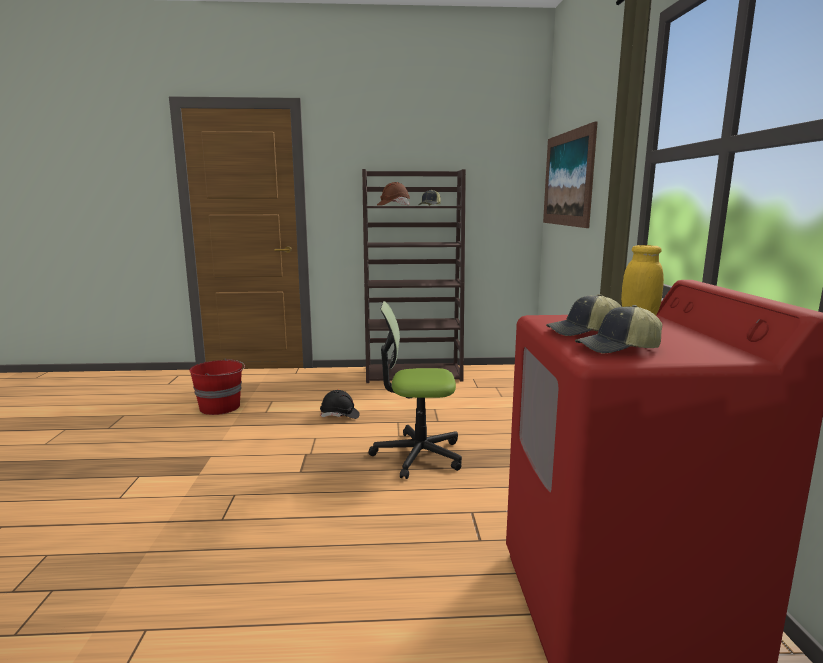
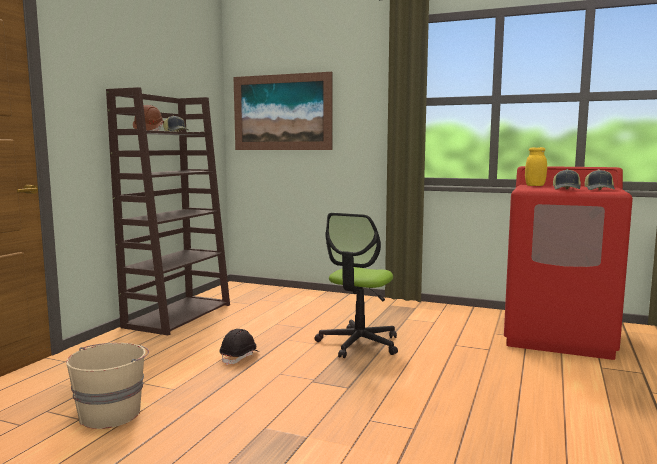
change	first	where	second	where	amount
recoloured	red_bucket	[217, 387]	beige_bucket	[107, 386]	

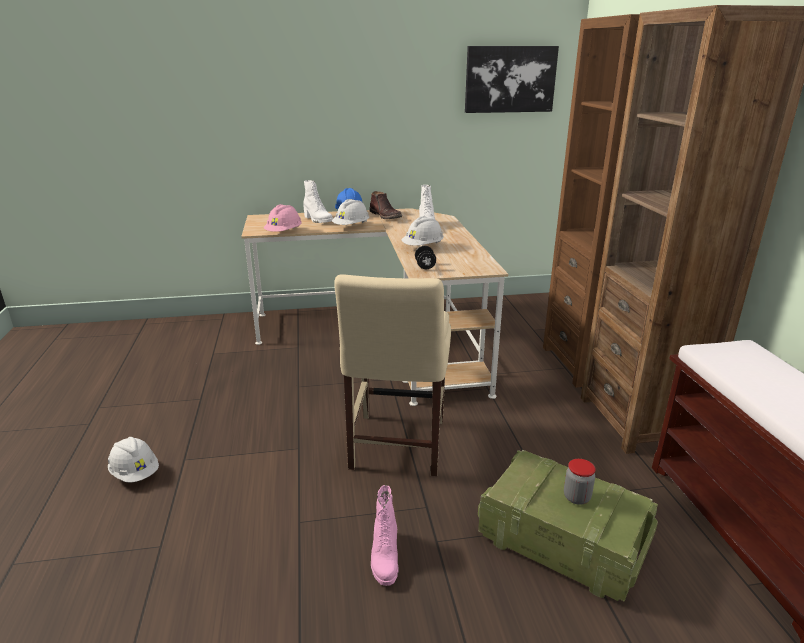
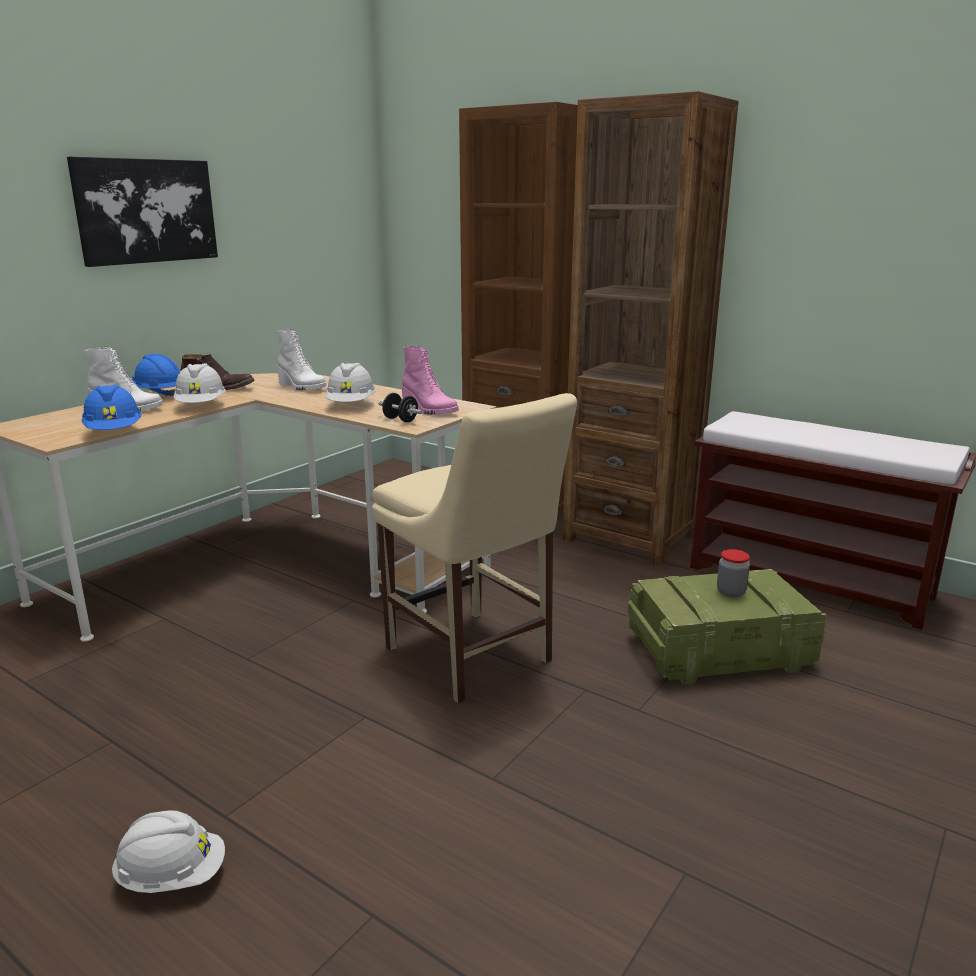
change	first	where	second	where	amount
recoloured	pink_hard_hat	[283, 218]	blue_hard_hat	[112, 407]	
moved	pink_boot	[385, 535]		[430, 380]	
moved	picture	[512, 79]		[142, 211]	

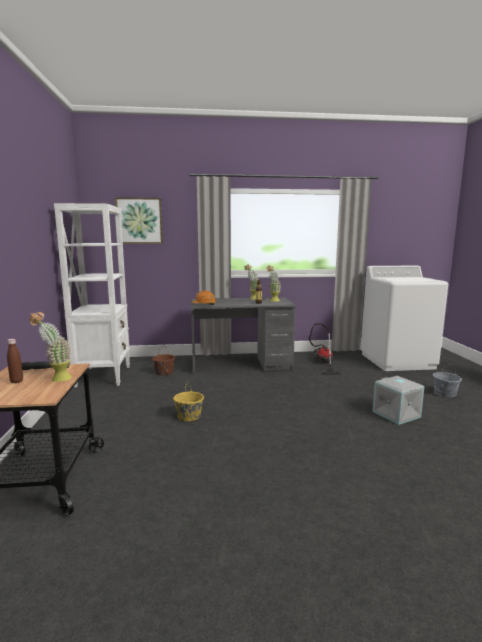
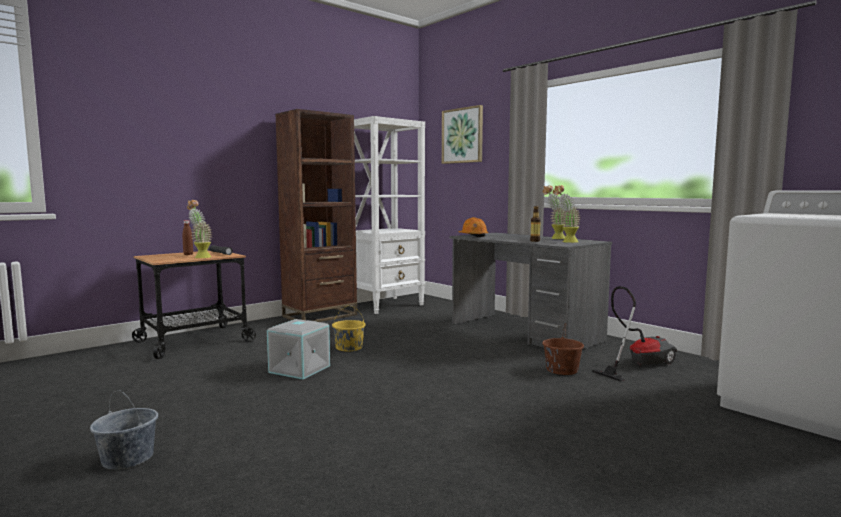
change	first	where	second	where	amount
moved	brown_bucket	[163, 360]		[563, 349]	
moved	grey_storage_box	[398, 400]		[298, 349]	
moved	grey_bucket	[447, 381]		[124, 430]	
added			brown_bookcase	[316, 215]	

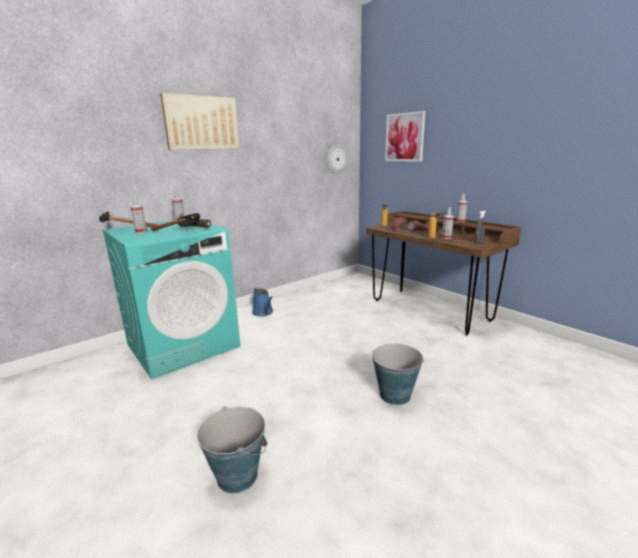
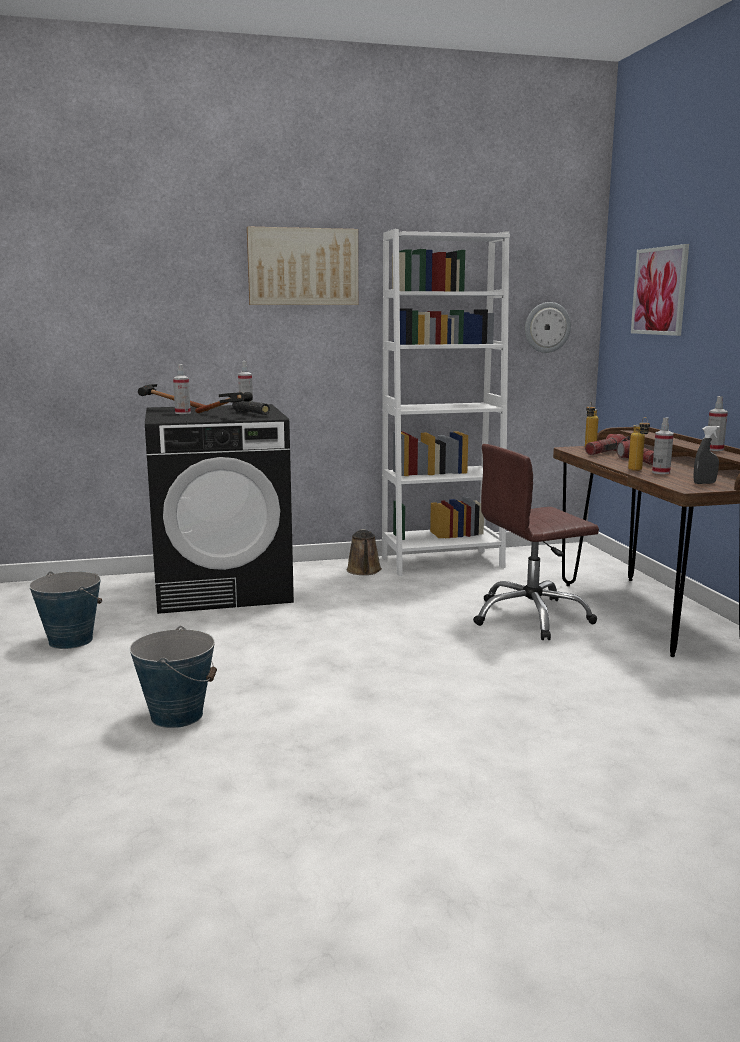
change	first	where	second	where	amount
recoloured	turquoise_washing_machine	[171, 299]	black_washing_machine	[219, 509]	
recoloured	blue_watering_can	[262, 302]	brown_watering_can	[364, 552]	
moved	bucket	[398, 374]		[65, 610]	
added			white_bookcase	[446, 402]	
added			brown_office_chair	[536, 542]	

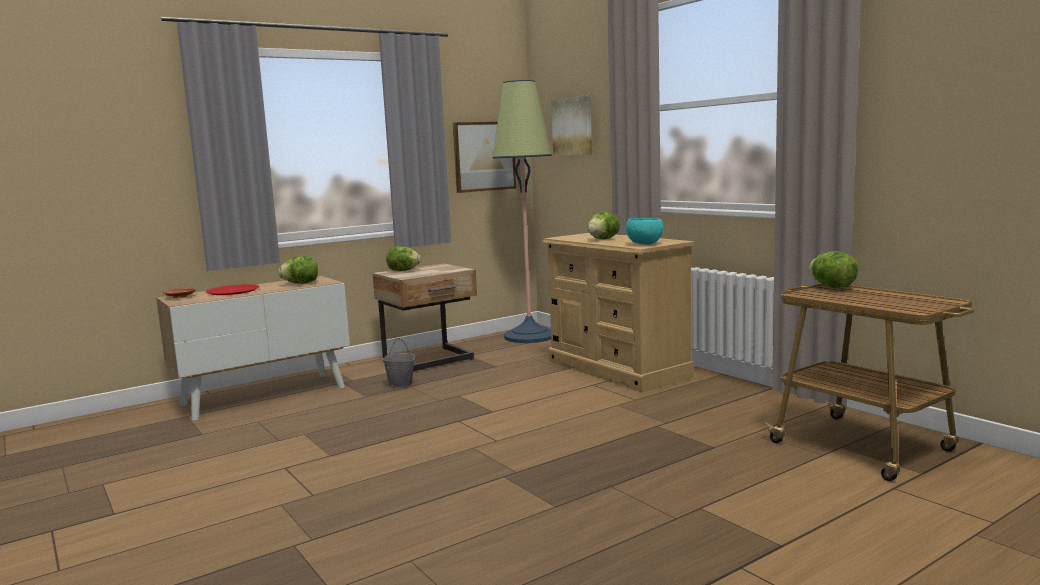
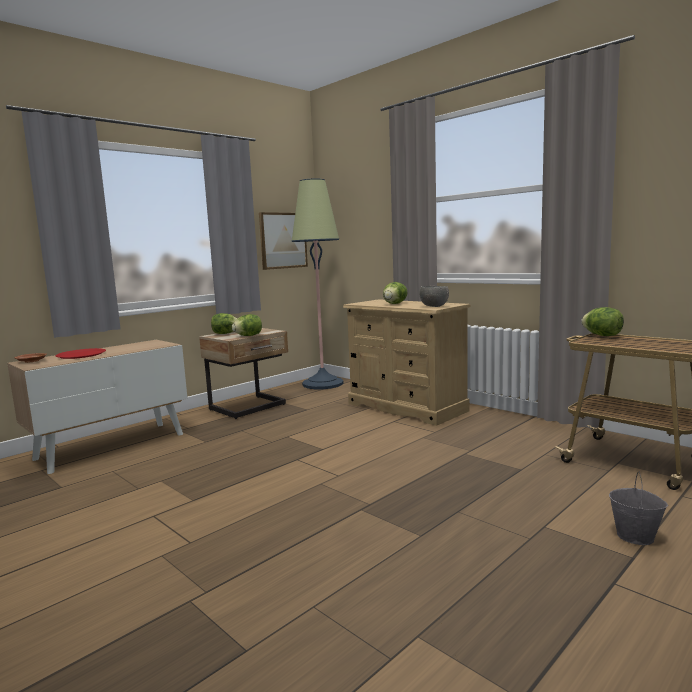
change	first	where	second	where	amount
moved	lettuce	[298, 270]		[247, 325]	
moved	grey_bucket	[398, 363]		[639, 508]	
removed	picture	[571, 125]			
recoloured	turquoise_bowl	[644, 231]	grey_bowl	[434, 296]	

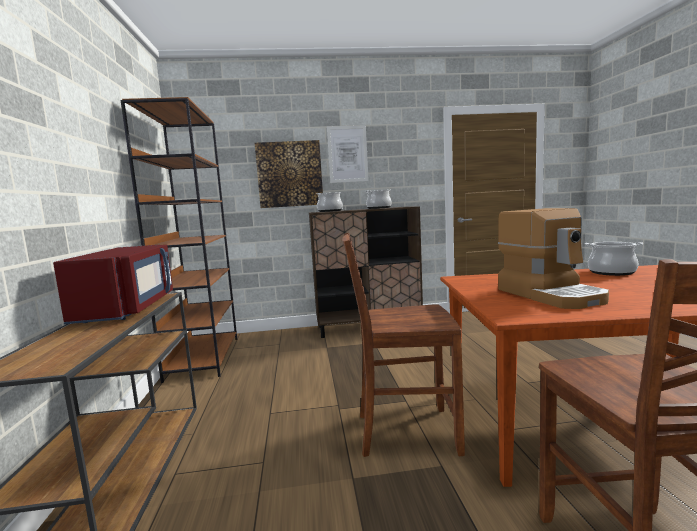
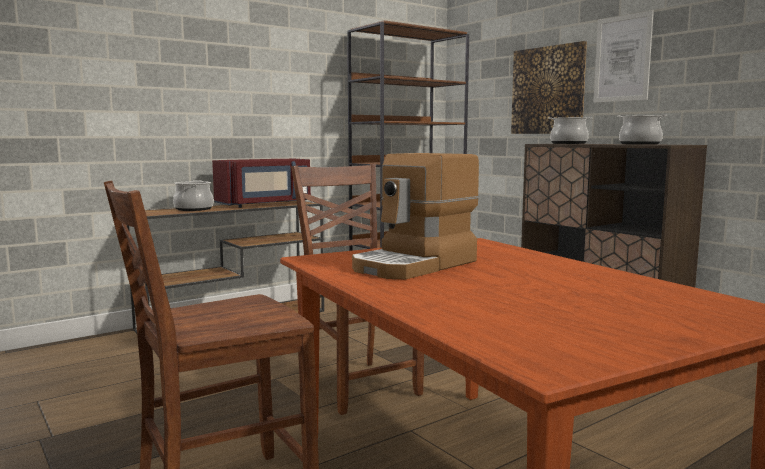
change	first	where	second	where	amount
moved	cooking_pot	[614, 259]		[193, 195]	

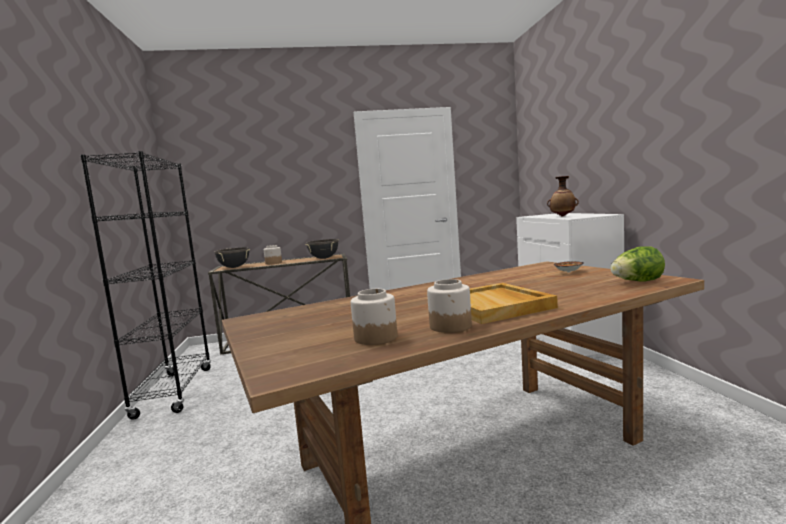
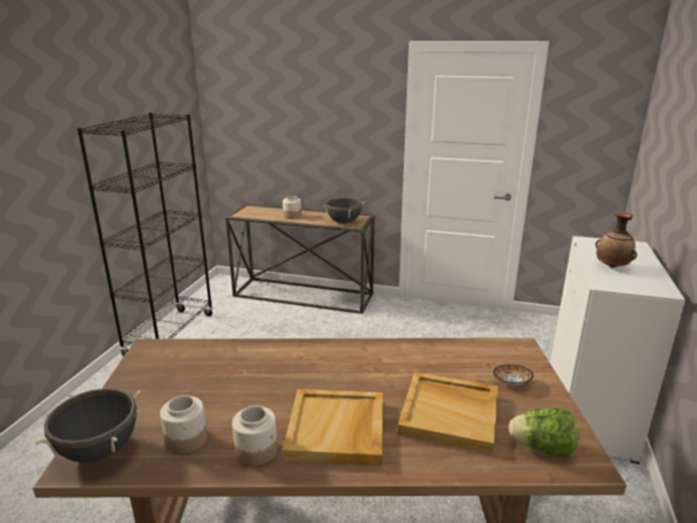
change	first	where	second	where	amount
moved	black_cooking_pot	[232, 257]		[88, 425]	
added			beige_tray	[447, 413]	

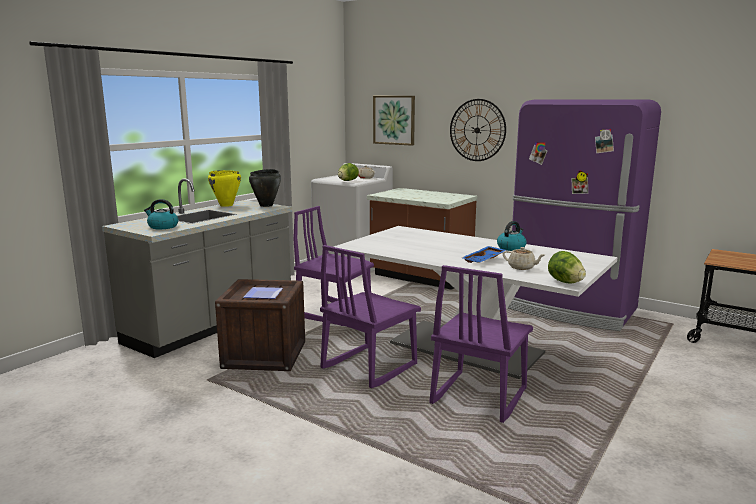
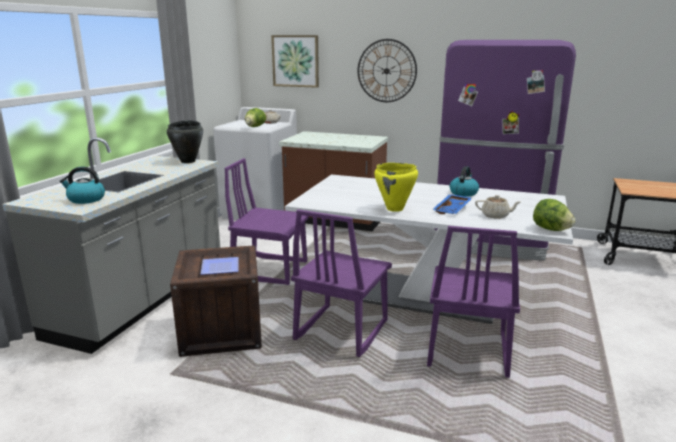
change	first	where	second	where	amount
moved	yellow_cooking_pot	[224, 188]		[396, 187]	

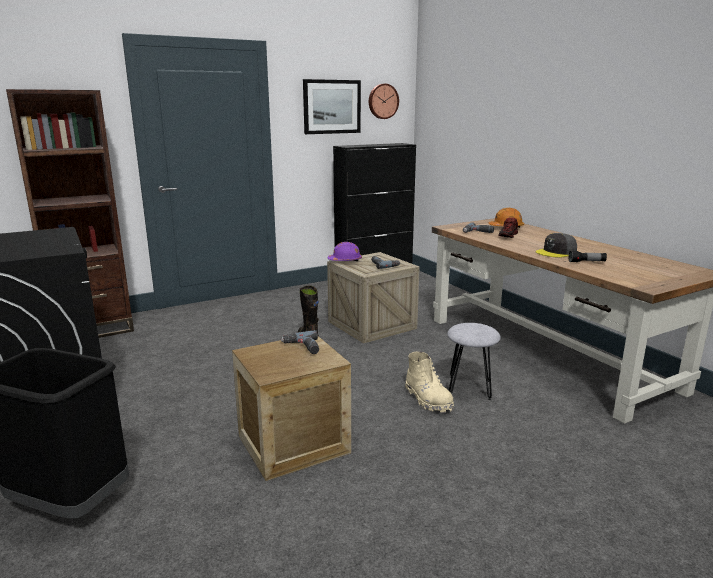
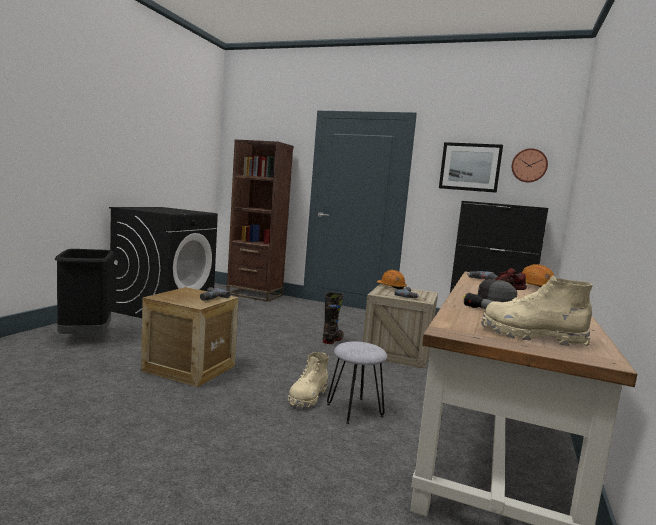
change	first	where	second	where	amount
recoloured	purple_hard_hat	[344, 251]	orange_hard_hat	[392, 280]	
added			beige_boot	[537, 311]	

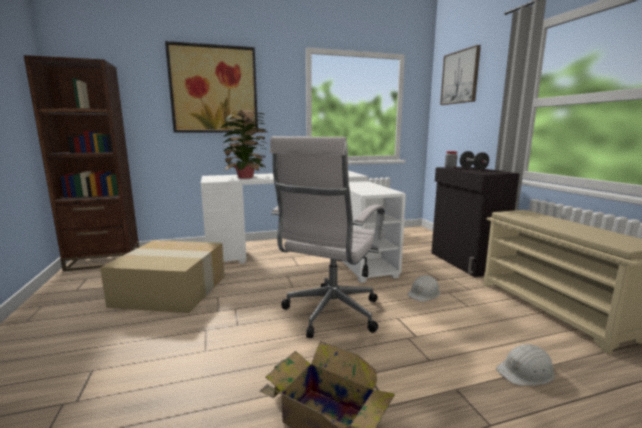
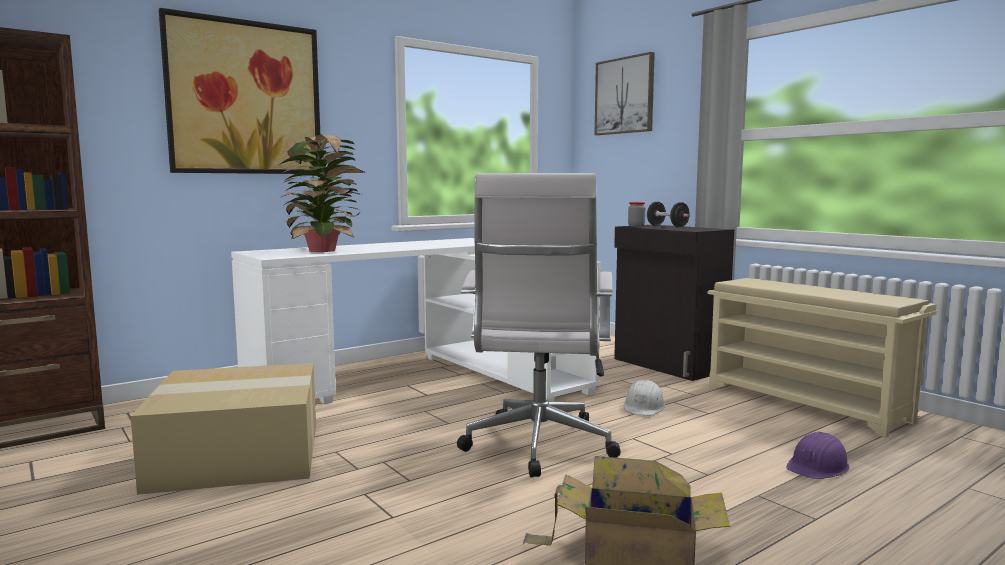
change	first	where	second	where	amount
recoloured	white_hard_hat	[525, 364]	purple_hard_hat	[818, 455]	

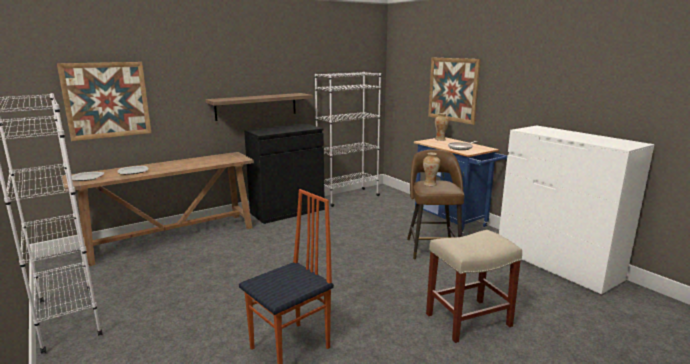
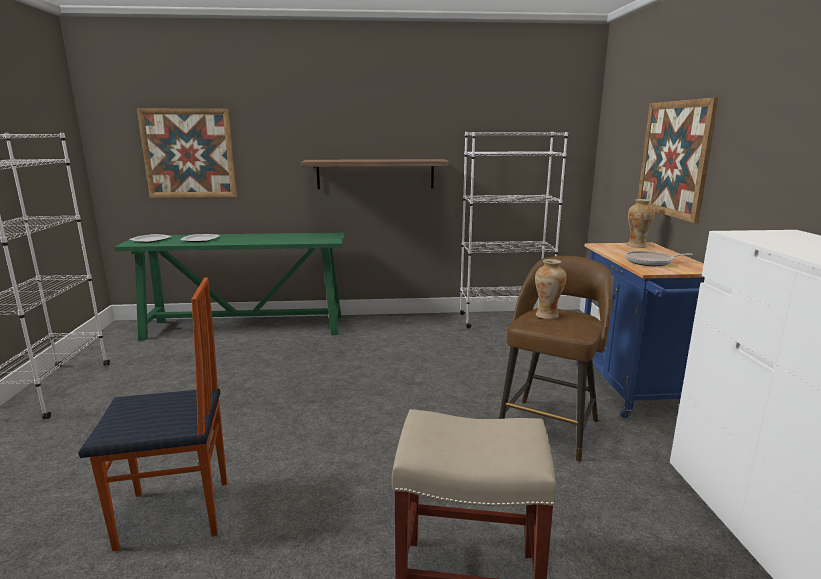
change	first	where	second	where	amount
recoloured	brown_console_table	[158, 209]	green_console_table	[229, 286]	
removed	black_cabinet	[284, 174]			

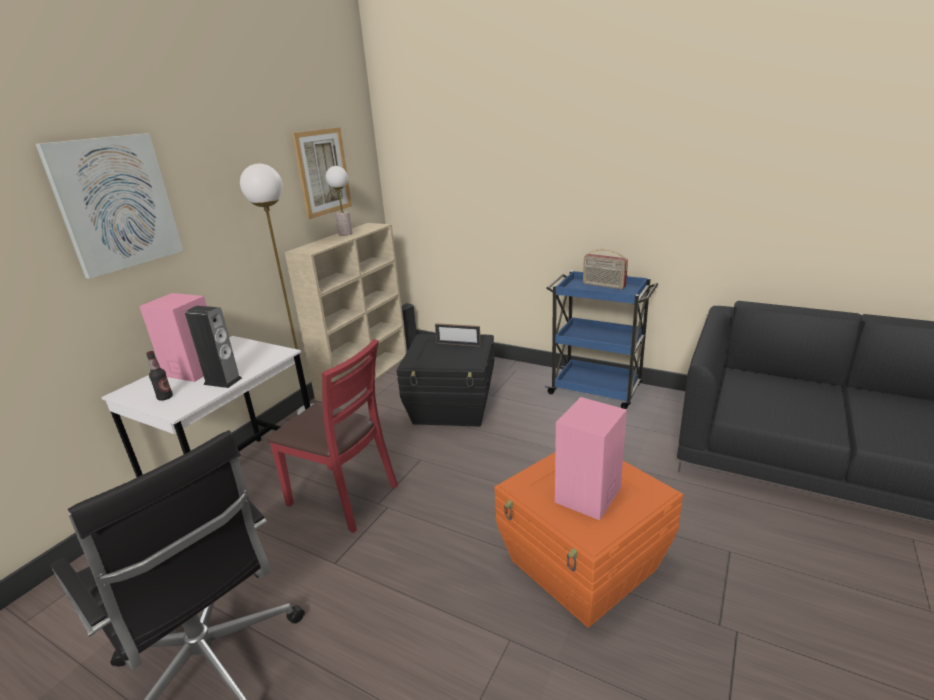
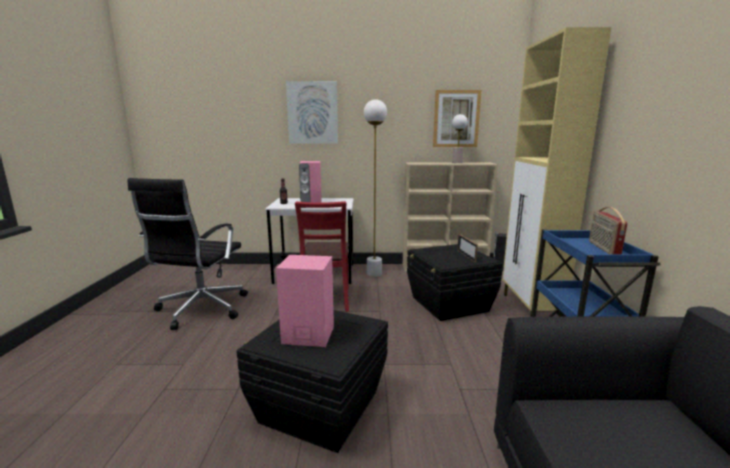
change	first	where	second	where	amount
recoloured	orange_storage_box	[588, 540]	black_storage_box	[312, 381]	
added			beige_cabinet	[557, 172]	

